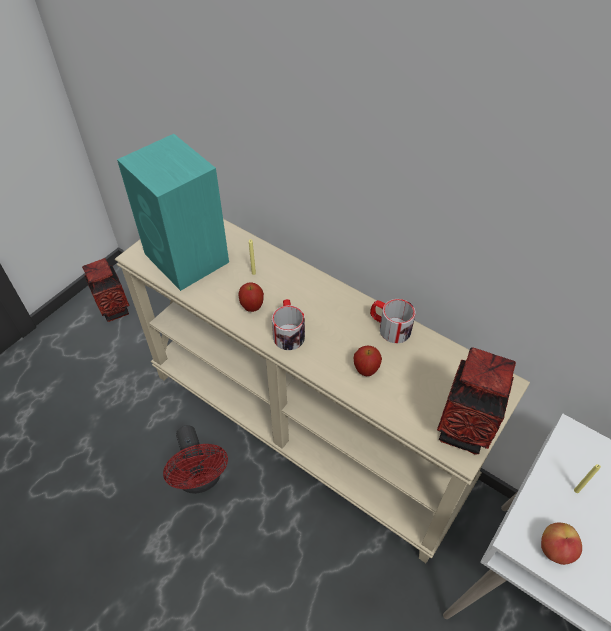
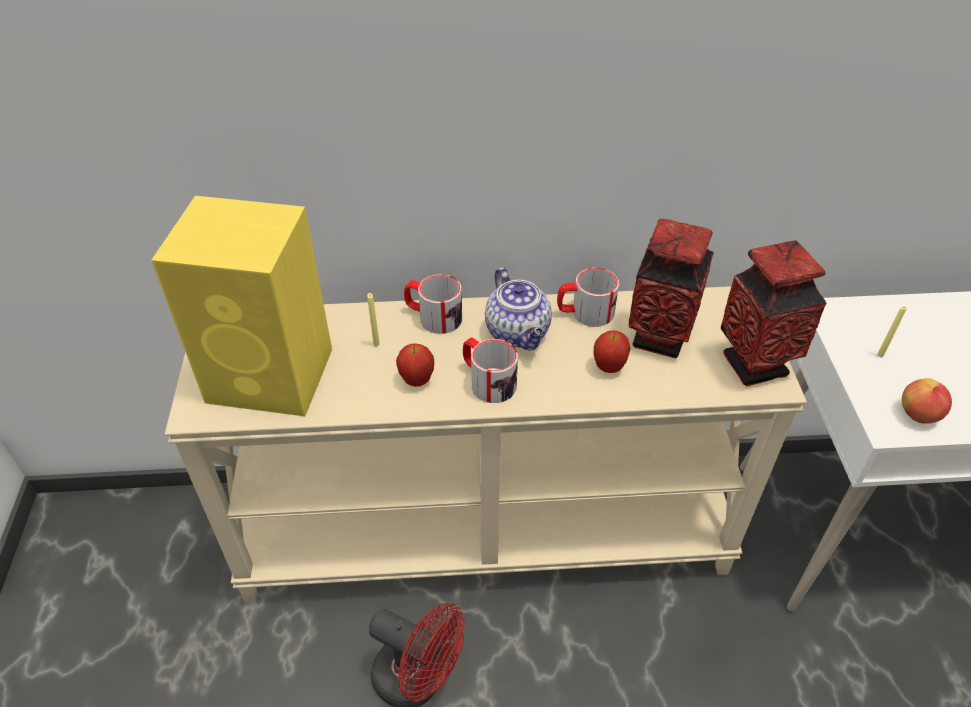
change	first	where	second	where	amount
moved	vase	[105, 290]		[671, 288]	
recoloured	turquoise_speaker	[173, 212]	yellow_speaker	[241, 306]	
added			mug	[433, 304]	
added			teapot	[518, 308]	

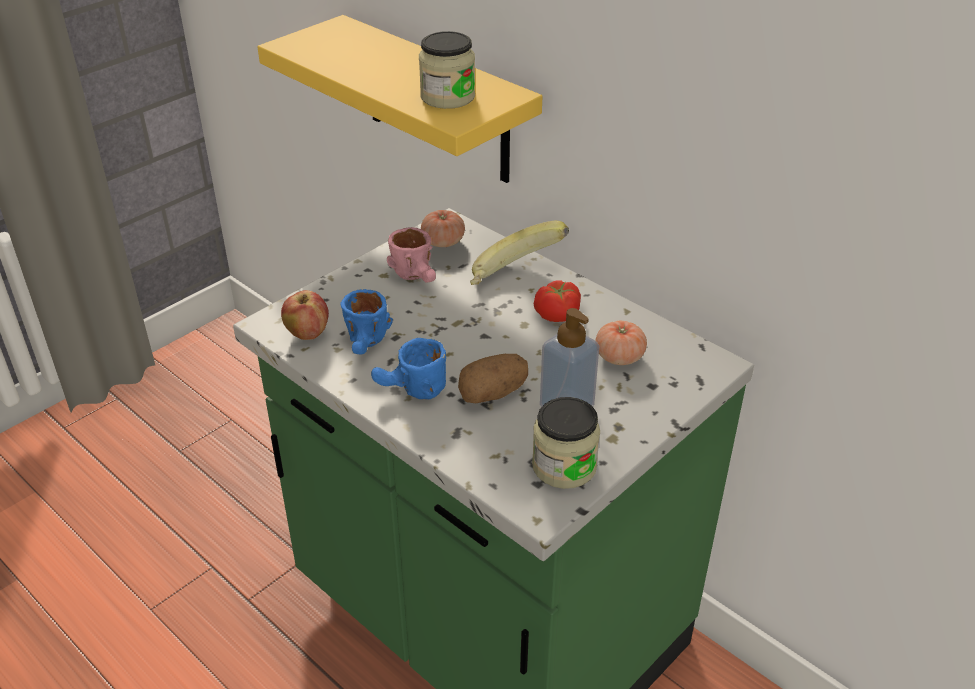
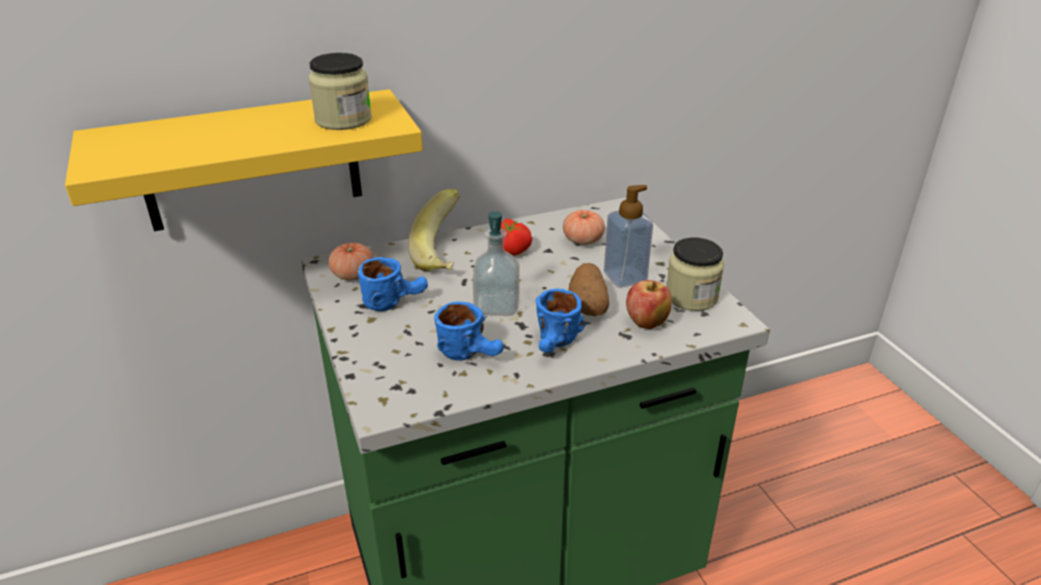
change	first	where	second	where	amount
moved	apple	[305, 315]		[649, 304]	
recoloured	pink_mug	[411, 254]	blue_mug	[393, 284]	
added			soap_dispenser	[496, 263]	

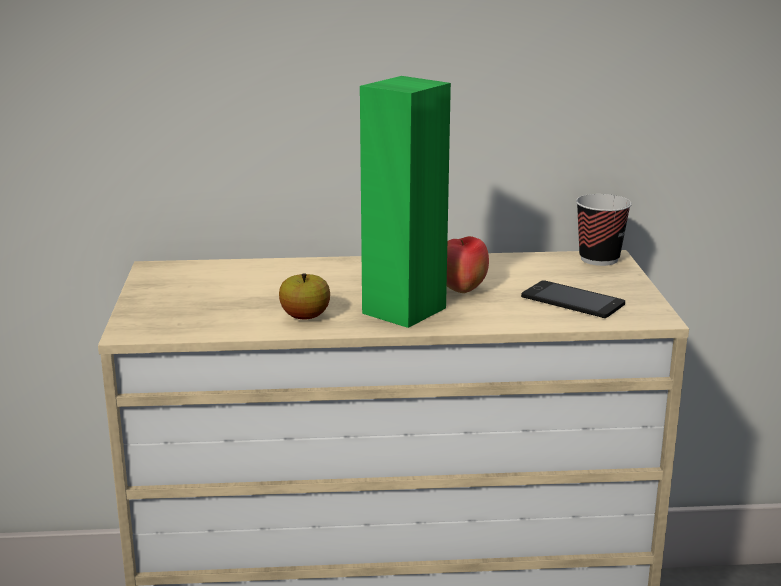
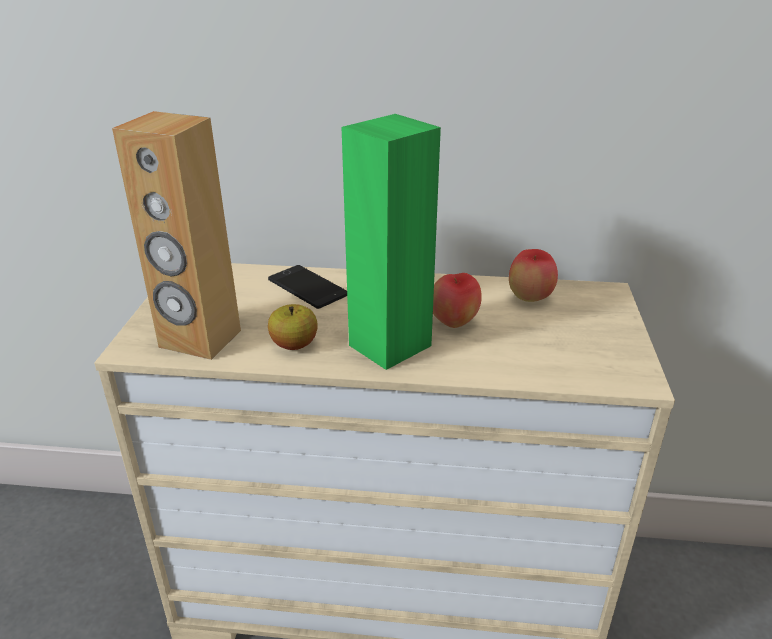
change	first	where	second	where	amount
moved	phone	[573, 299]		[307, 287]	
removed	cup	[604, 230]			
added			brown_speaker	[176, 235]	
added			apple	[533, 275]	

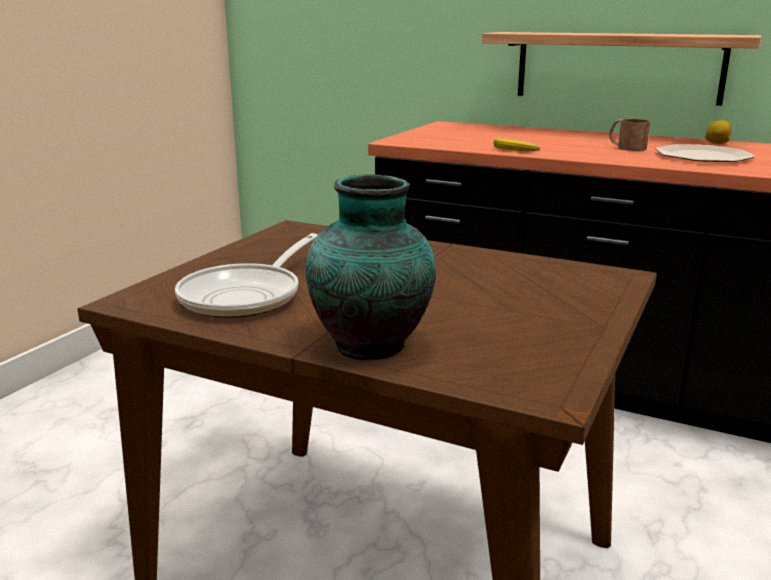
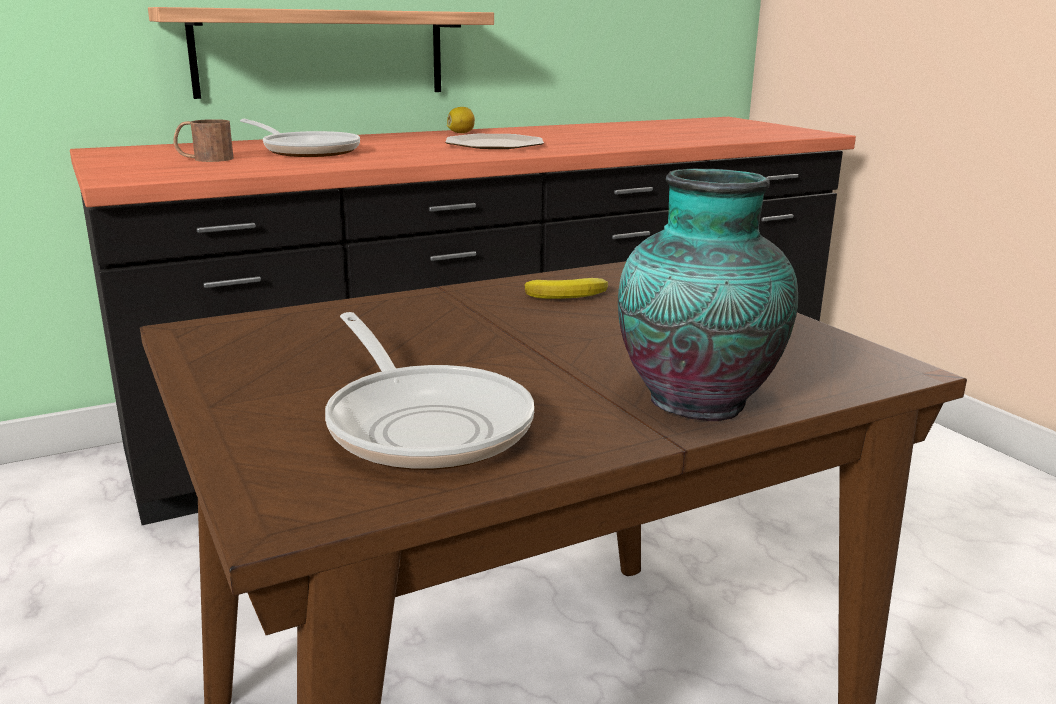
change	first	where	second	where	amount
moved	banana	[517, 144]		[566, 288]	
moved	brown_mug	[629, 135]		[204, 140]	
added			frying_pan	[300, 138]	

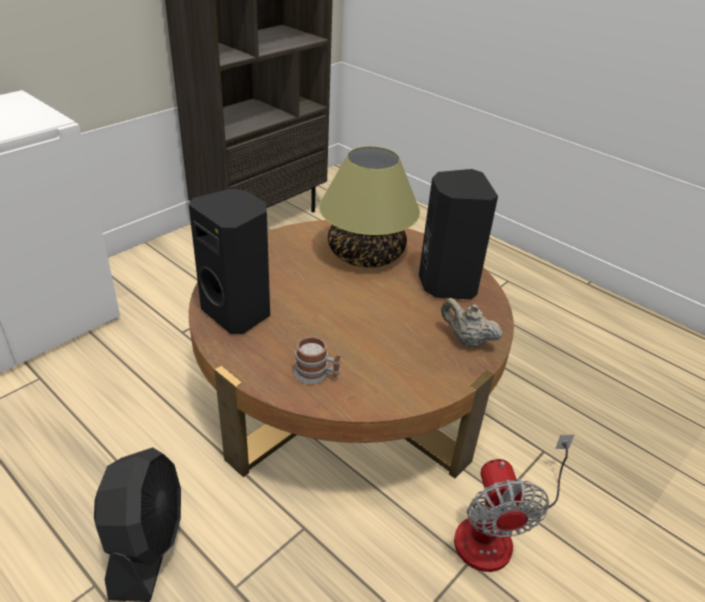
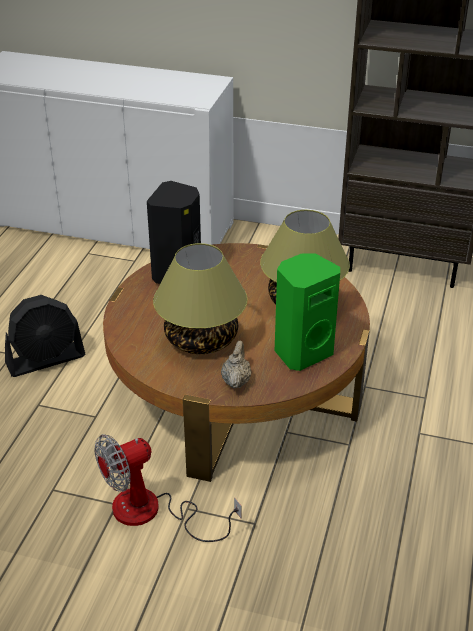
change	first	where	second	where	amount
removed	mug	[317, 360]			
recoloured	black_speaker	[458, 234]	green_speaker	[307, 312]	
added			table_lamp	[200, 298]	

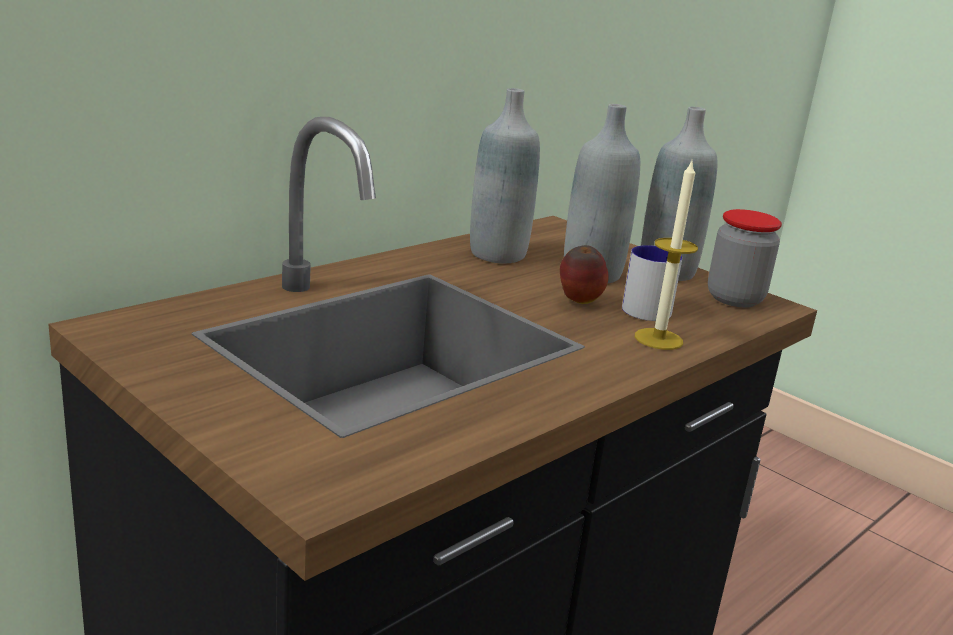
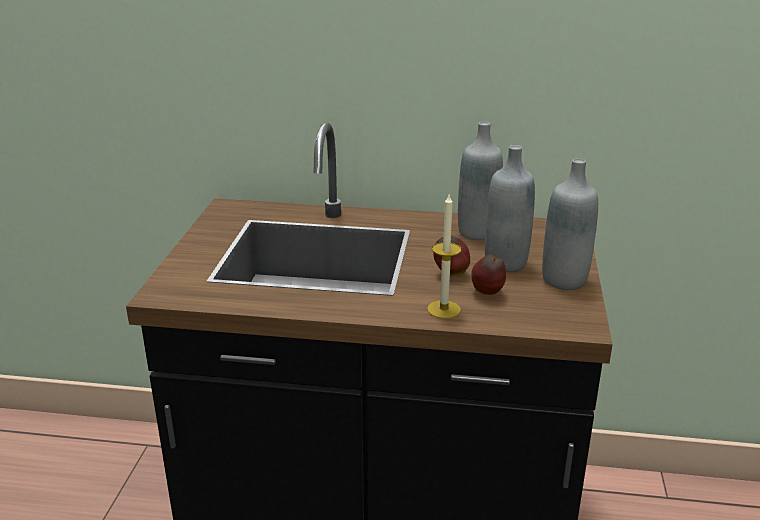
change	first	where	second	where	amount
replaced	mug	[652, 283]	apple	[488, 274]	
removed	jar	[745, 258]			

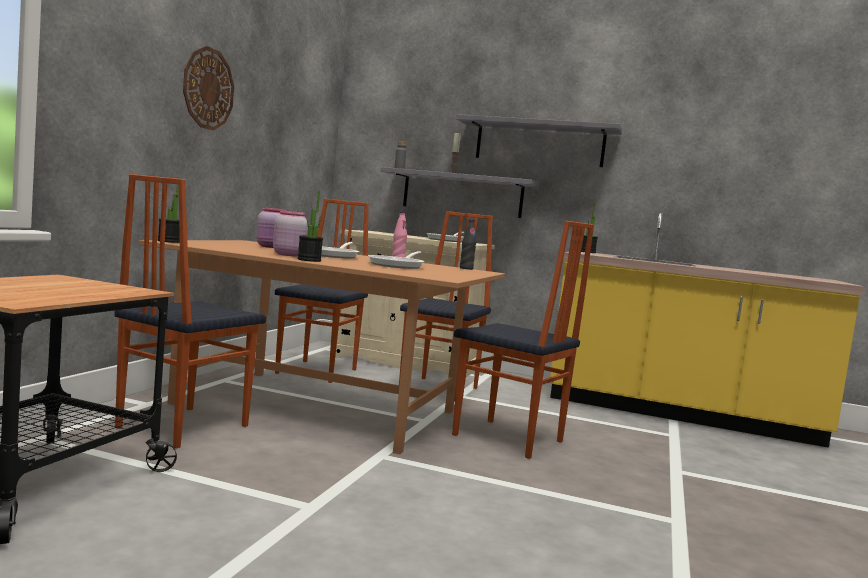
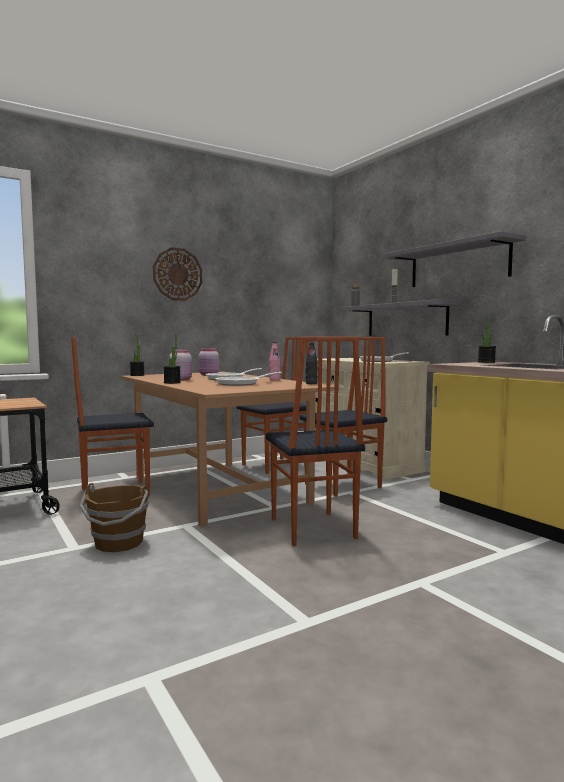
change	first	where	second	where	amount
added			brown_bucket	[114, 517]	

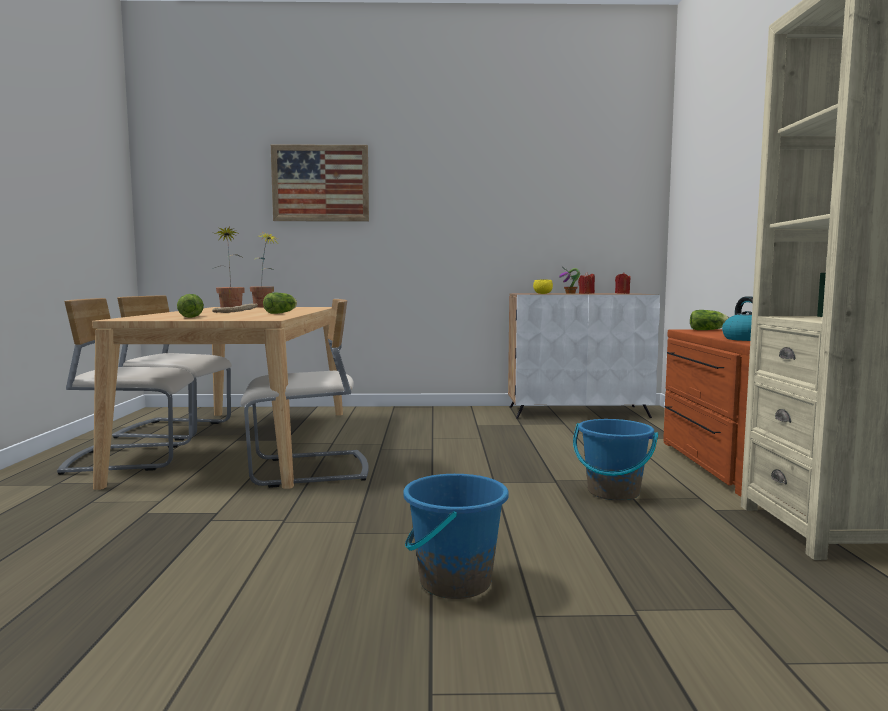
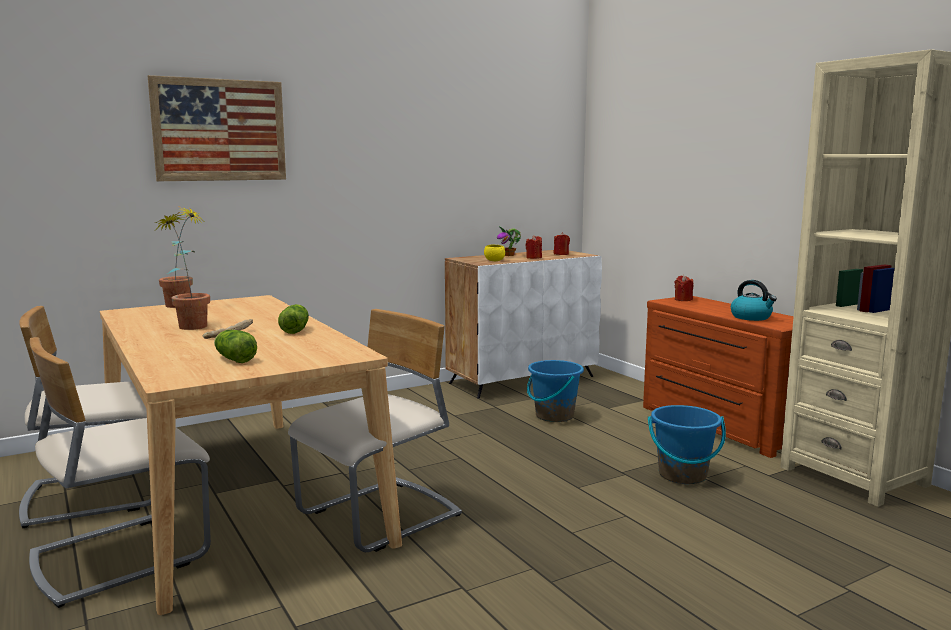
change	first	where	second	where	amount
moved	blue_bucket	[455, 536]		[555, 391]	
replaced	lettuce	[709, 320]	red_candle	[684, 288]	

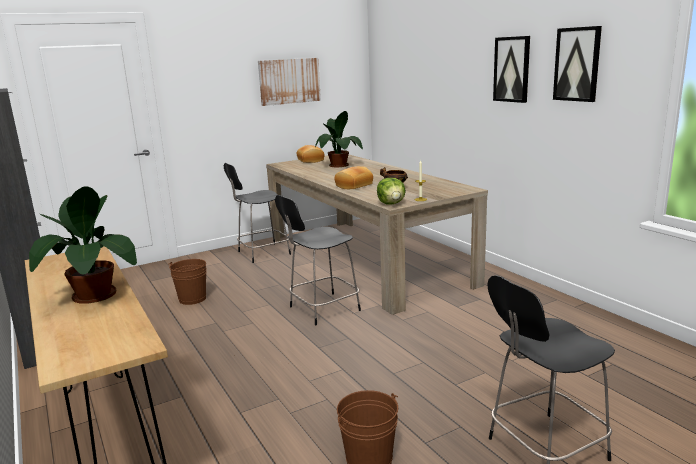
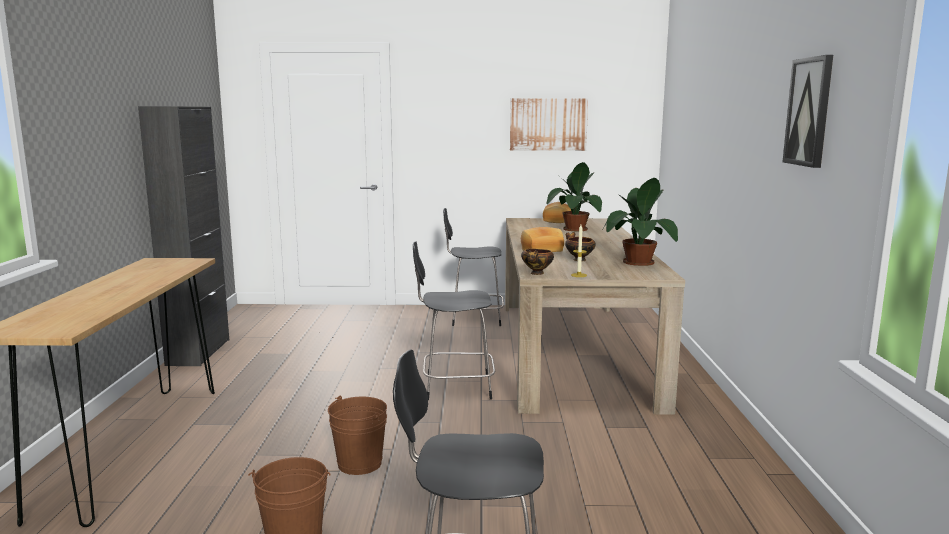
change	first	where	second	where	amount
moved	potted_plant	[83, 245]		[640, 222]	
moved	brown_bucket	[187, 282]		[357, 435]	
replaced	lettuce	[391, 191]	bowl	[537, 261]	
removed	picture	[511, 69]			

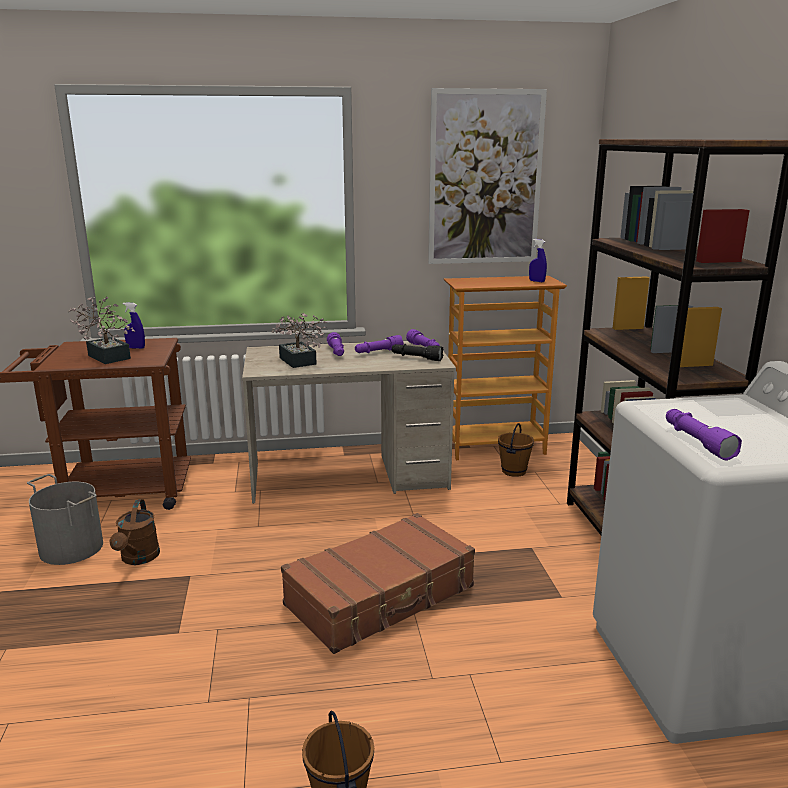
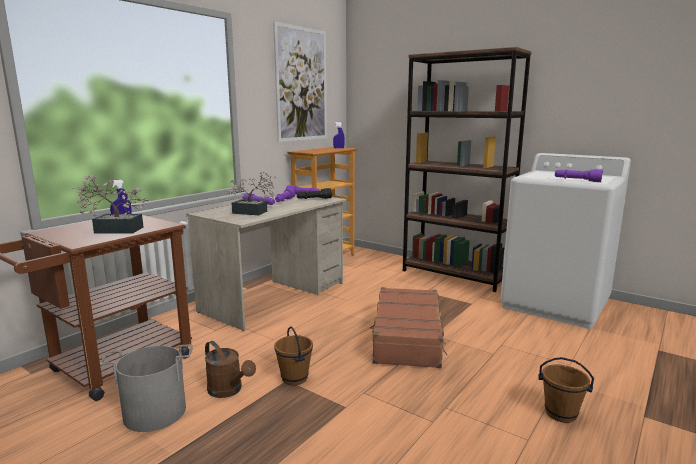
change	first	where	second	where	amount
moved	brown_bucket	[516, 450]		[293, 355]	

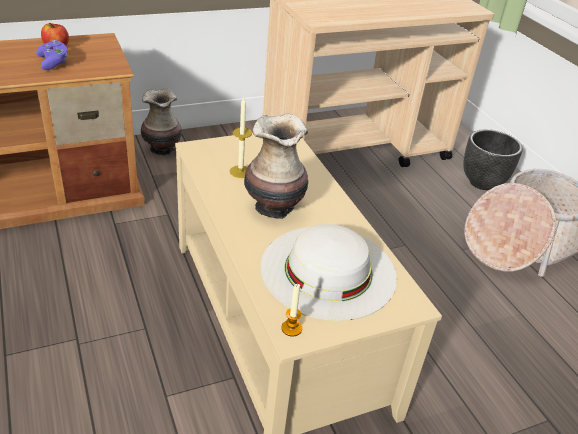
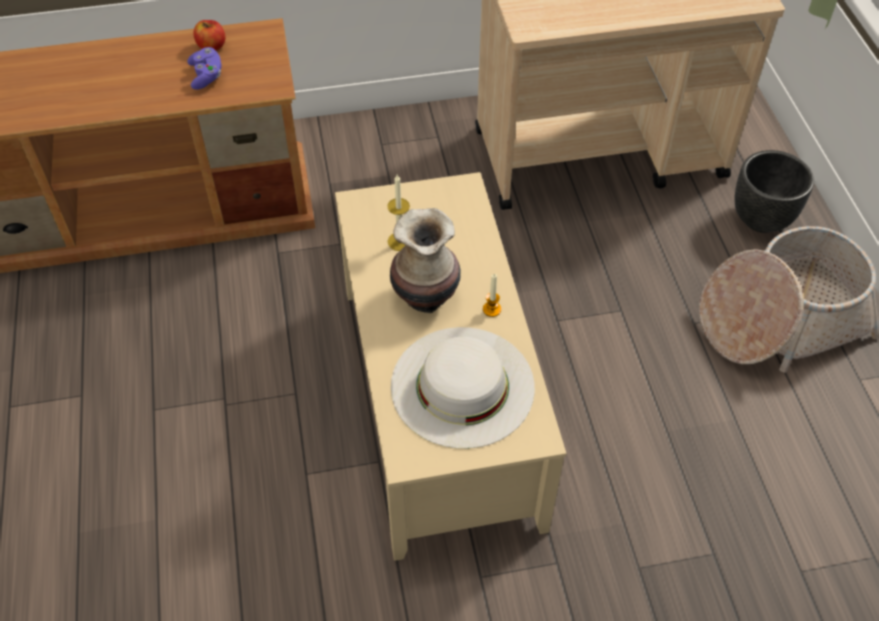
change	first	where	second	where	amount
removed	vase	[161, 121]			
moved	candle	[291, 310]		[492, 295]	

